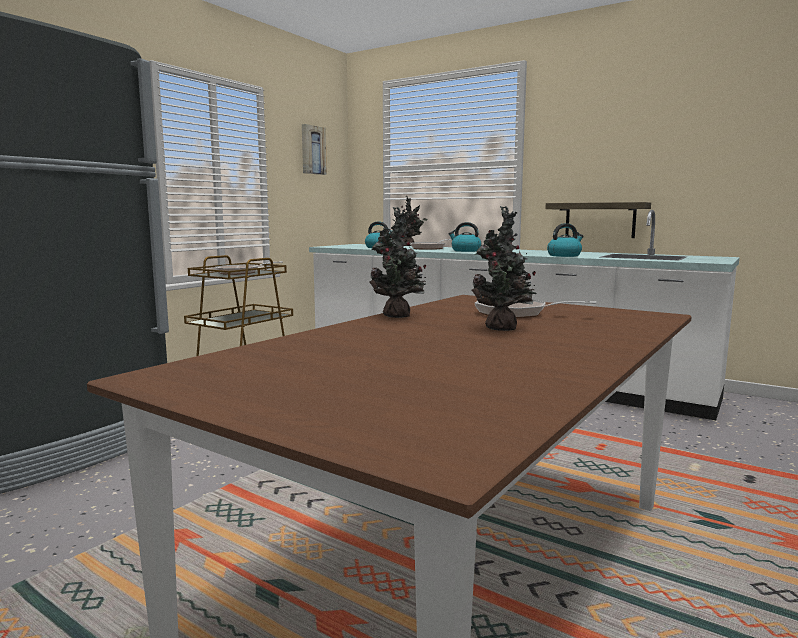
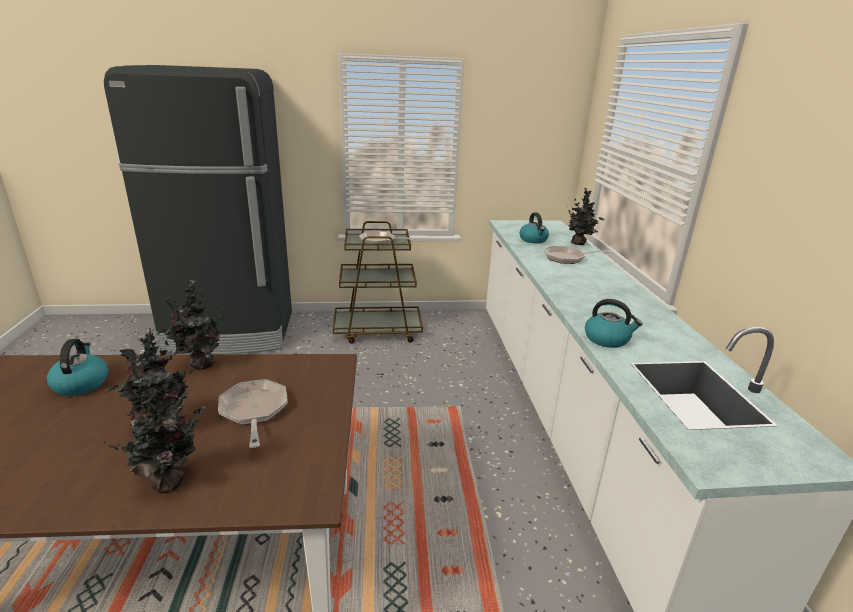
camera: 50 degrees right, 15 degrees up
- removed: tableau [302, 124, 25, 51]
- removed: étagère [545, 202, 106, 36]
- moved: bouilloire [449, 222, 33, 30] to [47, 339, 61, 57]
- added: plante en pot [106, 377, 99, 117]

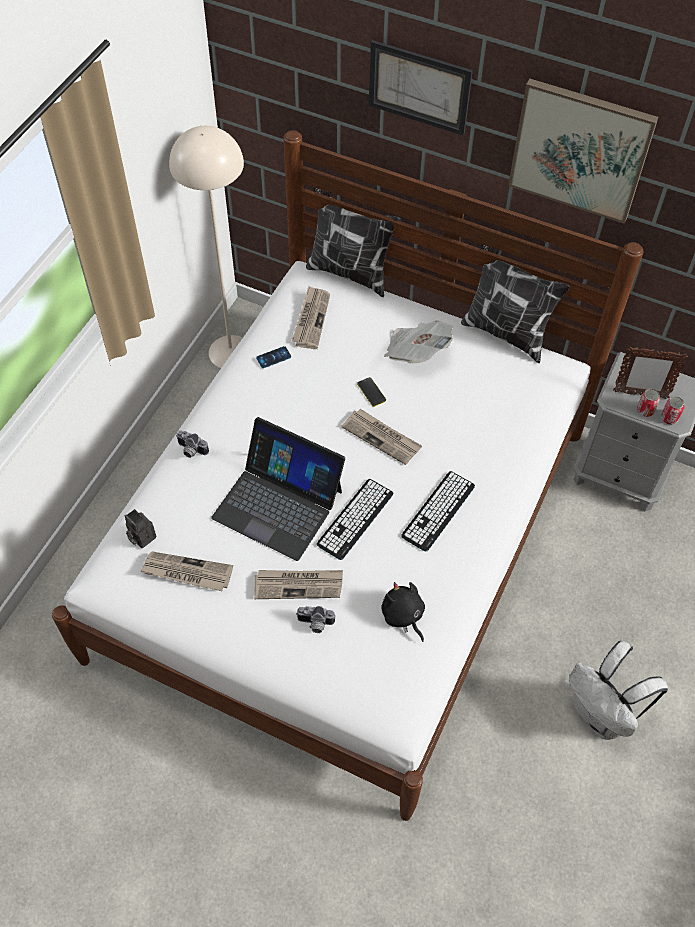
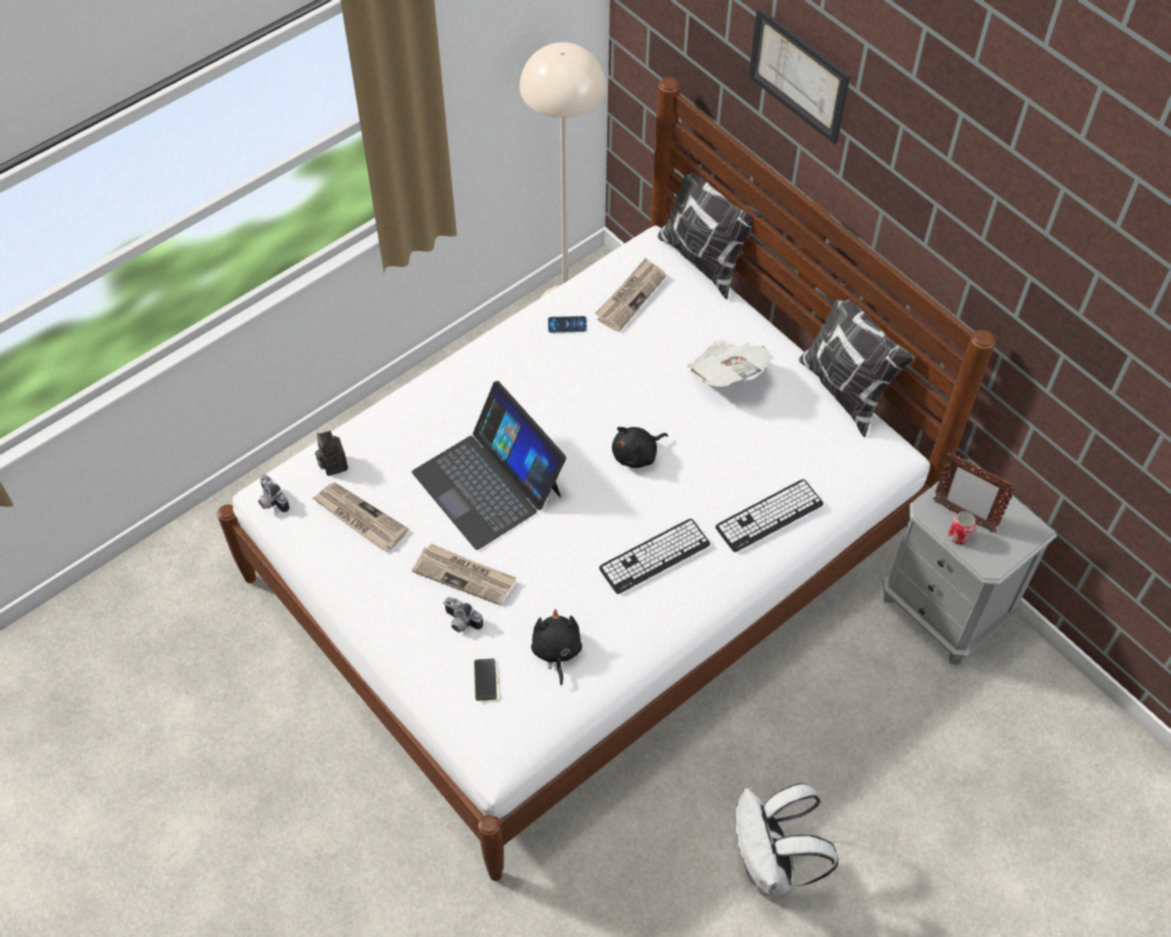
camera: 25 degrees right, 0 degrees up
- removed: tableau [508, 79, 150, 145]
- moved: téléphone [357, 377, 29, 30] to [474, 659, 23, 42]
- removed: boîte métallique [661, 396, 24, 29]
- replaced: journal [341, 409, 81, 56] to peluche [noir] [612, 427, 56, 41]
- moved: appareil photo [176, 430, 33, 28] to [258, 474, 32, 39]
- moved: clavier [317, 479, 77, 81] to [716, 479, 107, 73]

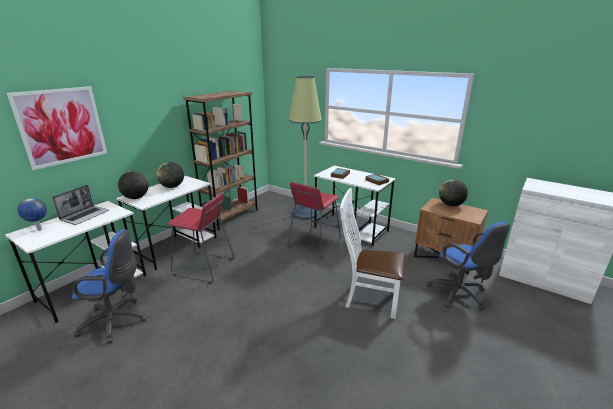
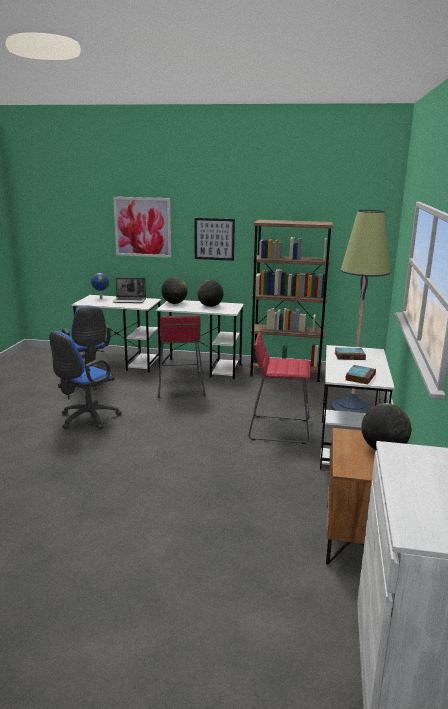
camera: 65 degrees right, 5 degrees down
- removed: chaise [blanc] [340, 188, 65, 131]
- moved: chaise de bureau [bleu] [427, 222, 83, 89] to [49, 331, 72, 99]
- added: tableau [194, 218, 41, 43]

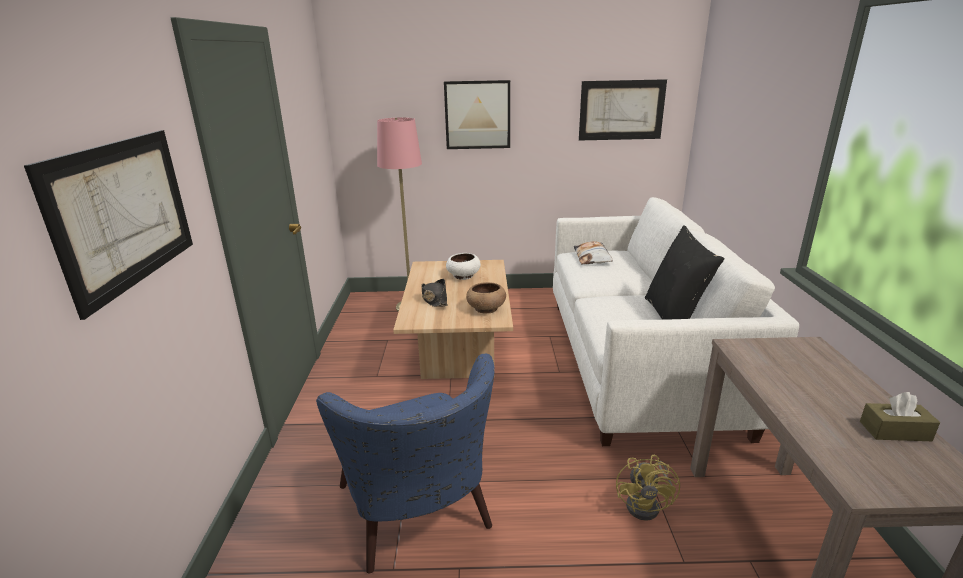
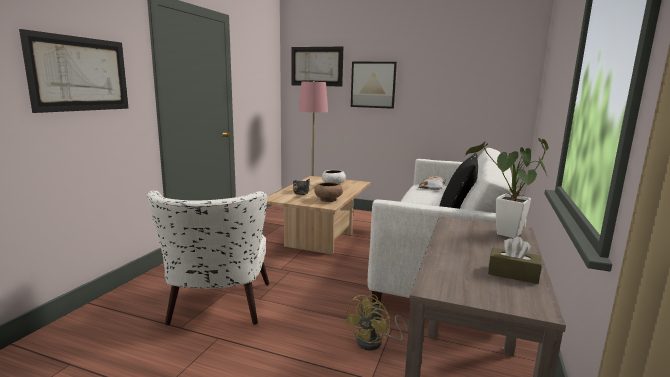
camera: 20 degrees right, 10 degrees down
- moved: tableau [579, 79, 88, 61] to [291, 47, 52, 40]
- recoloured: fauteuil [bleu] [316, 354, 179, 219] to fauteuil [blanc] [147, 190, 122, 135]
- added: plante en pot [465, 138, 84, 100]

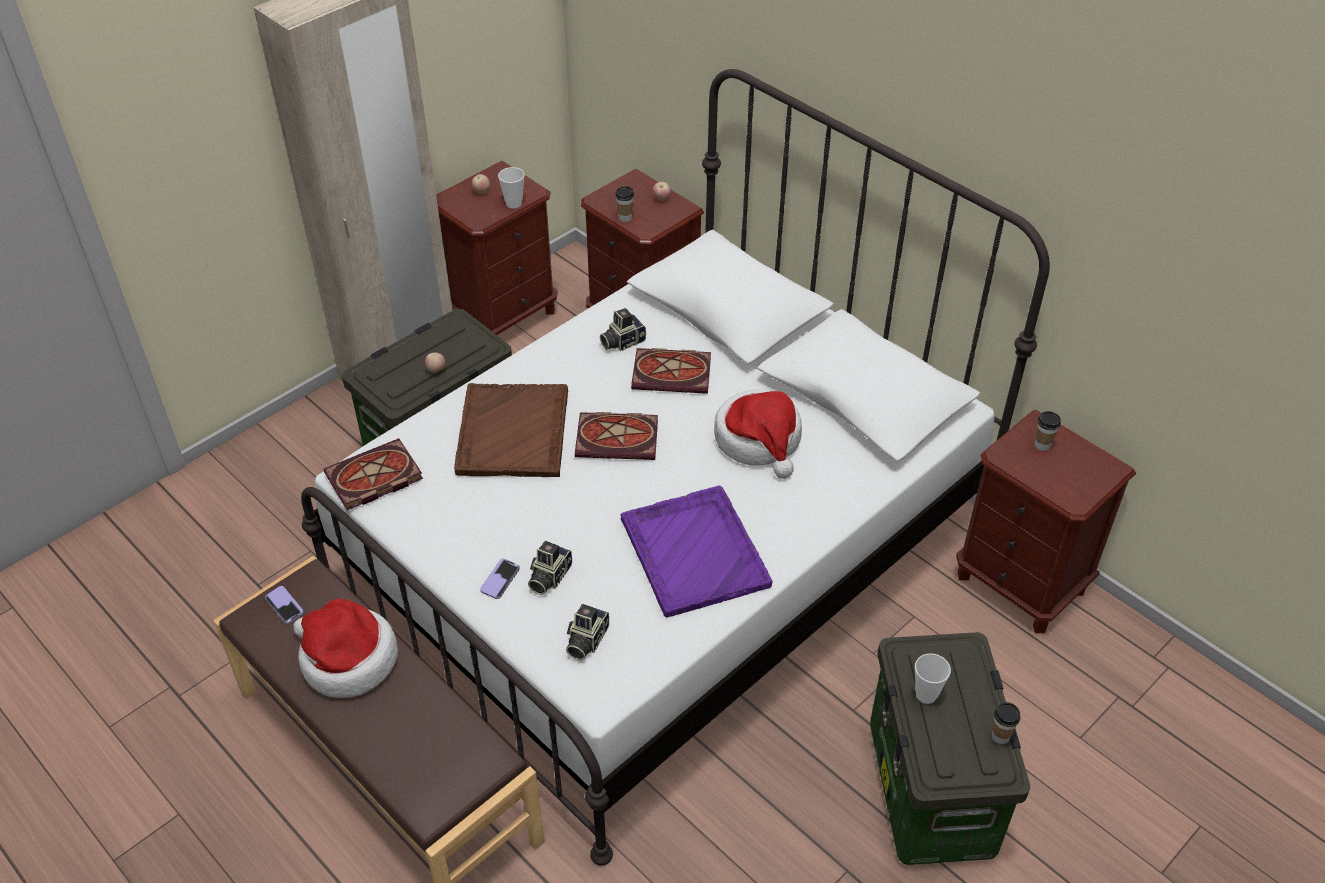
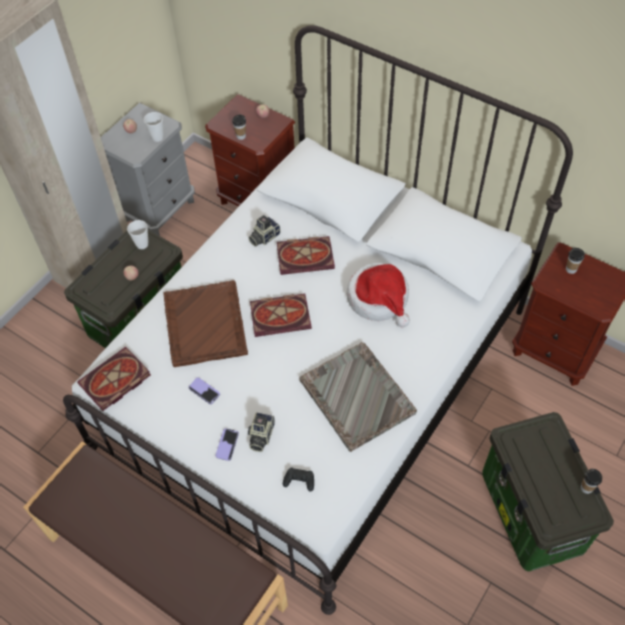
camera: 10 degrees left, 10 degrees up
- recoloured: table de chevet [marron] [436, 161, 122, 174] to table de chevet [gris] [101, 103, 94, 133]
- recoloured: plateau [violet] [620, 486, 153, 132] to plateau [gris] [299, 342, 118, 110]
- moved: téléphone [265, 586, 39, 38] to [189, 378, 31, 26]
- removed: chapeau [293, 599, 105, 99]
- replaced: appareil photo [566, 604, 43, 56] to manette [noir] [283, 468, 31, 24]
- moved: tasse [915, 653, 36, 51] to [127, 220, 21, 29]

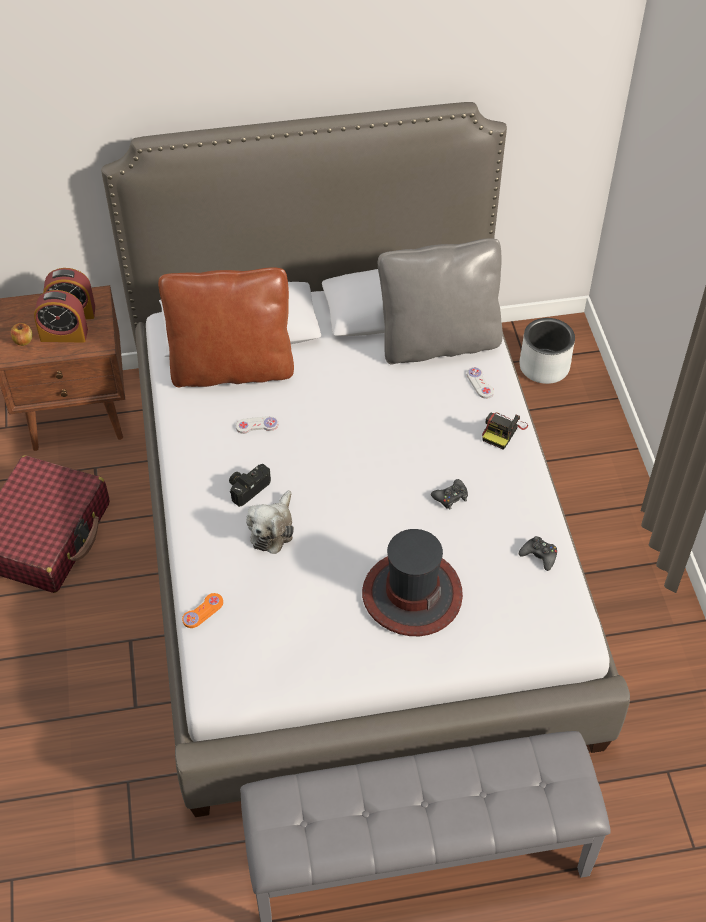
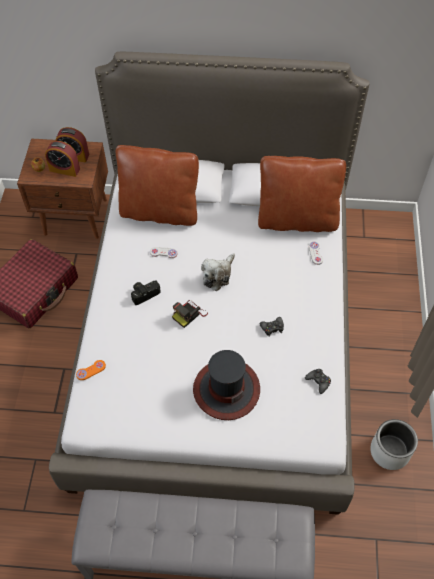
camera: 15 degrees right, 5 degrees up
- recoloured: coussin [gris] [378, 238, 125, 127] to coussin [marron] [258, 156, 88, 76]
- moved: cache-pot [gris] [519, 318, 56, 66] to [370, 419, 48, 51]
- moved: appareil photo [482, 413, 46, 37] to [172, 300, 36, 28]
- moved: peluche [246, 490, 48, 64] to [201, 253, 34, 38]

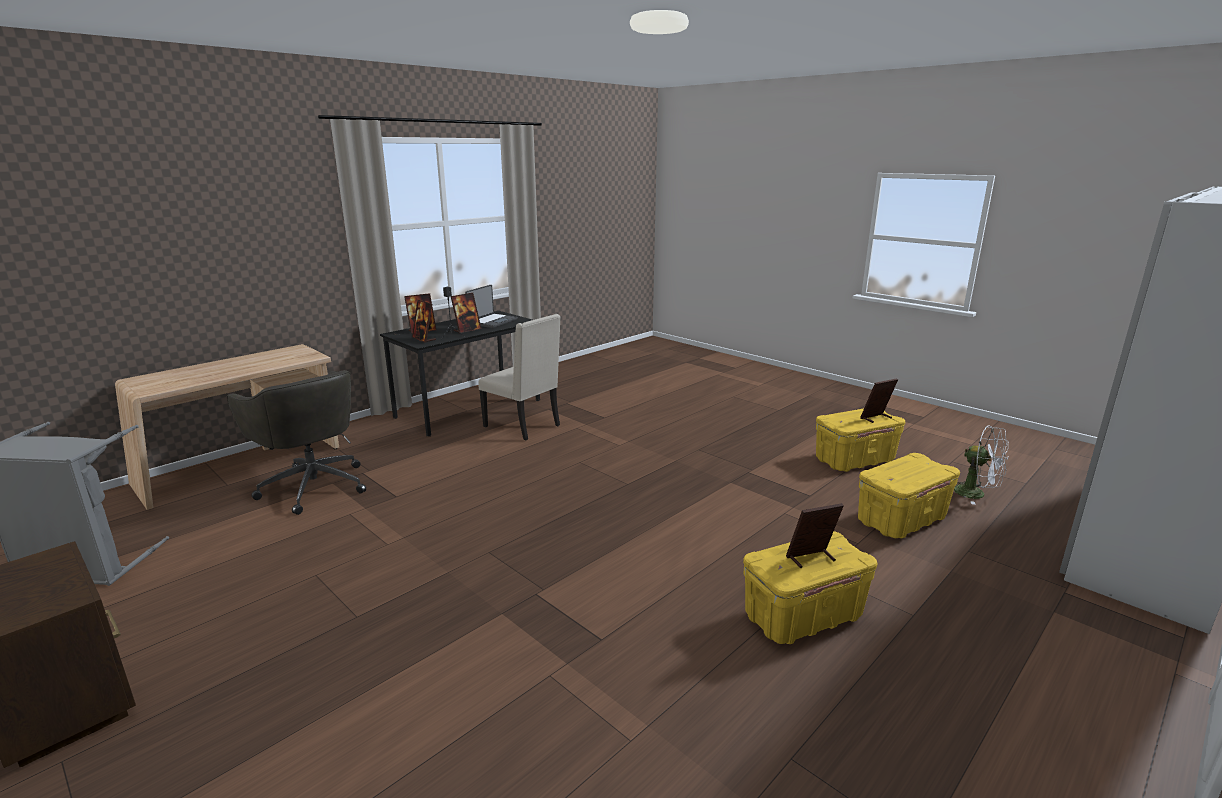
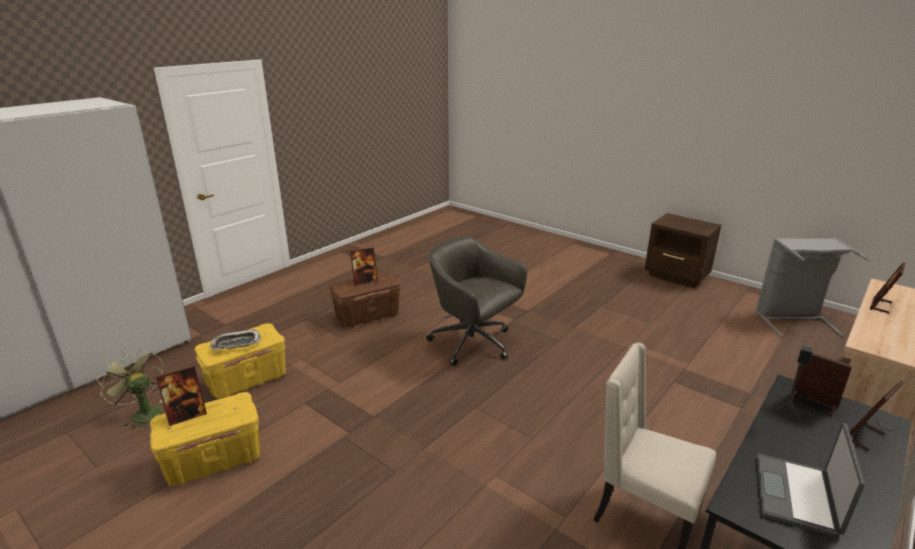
camera: 175 degrees right, 5 degrees up
- moved: cadre photo [451, 293, 30, 40] to [870, 262, 36, 51]
- moved: chaise de bureau [gris] [227, 370, 139, 145] to [426, 237, 101, 129]
- recoloured: ventilateur [blanc] [954, 425, 55, 80] to ventilateur [vert] [98, 347, 65, 82]
- recoloured: boîte de rangement [jaune] [743, 531, 134, 113] to boîte de rangement [marron] [329, 271, 72, 56]
- added: plateau [210, 329, 51, 21]

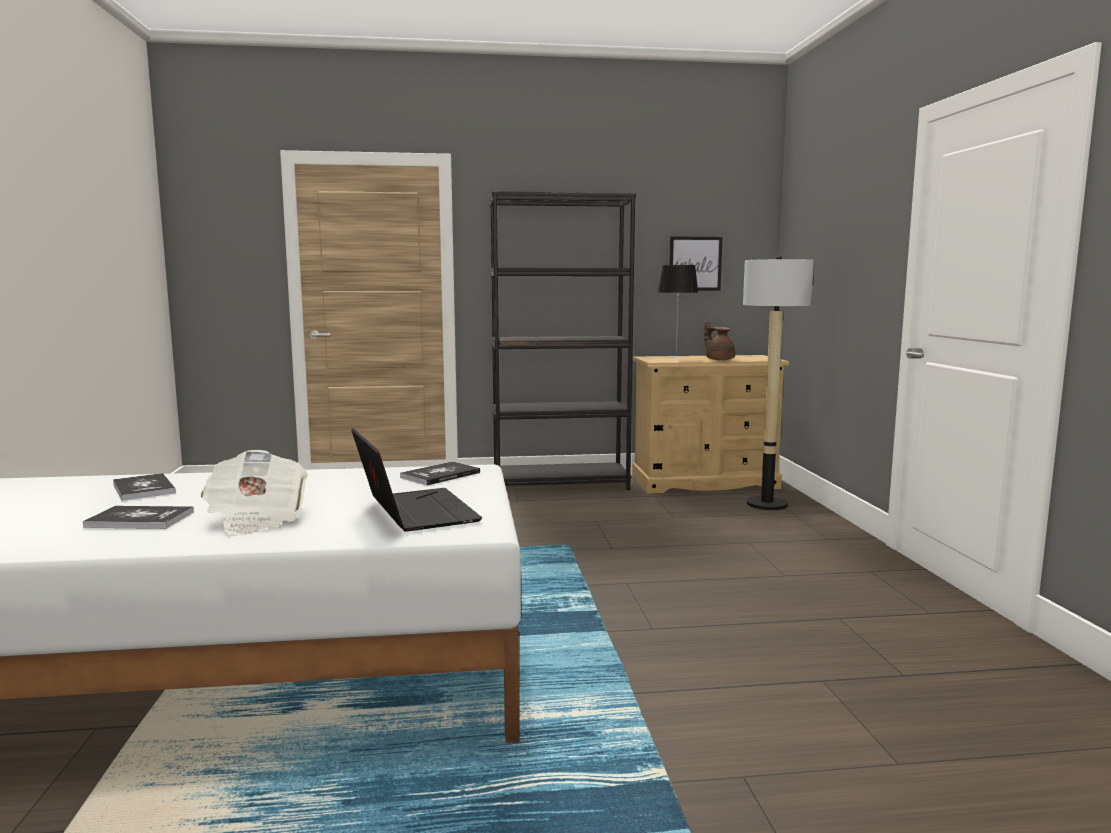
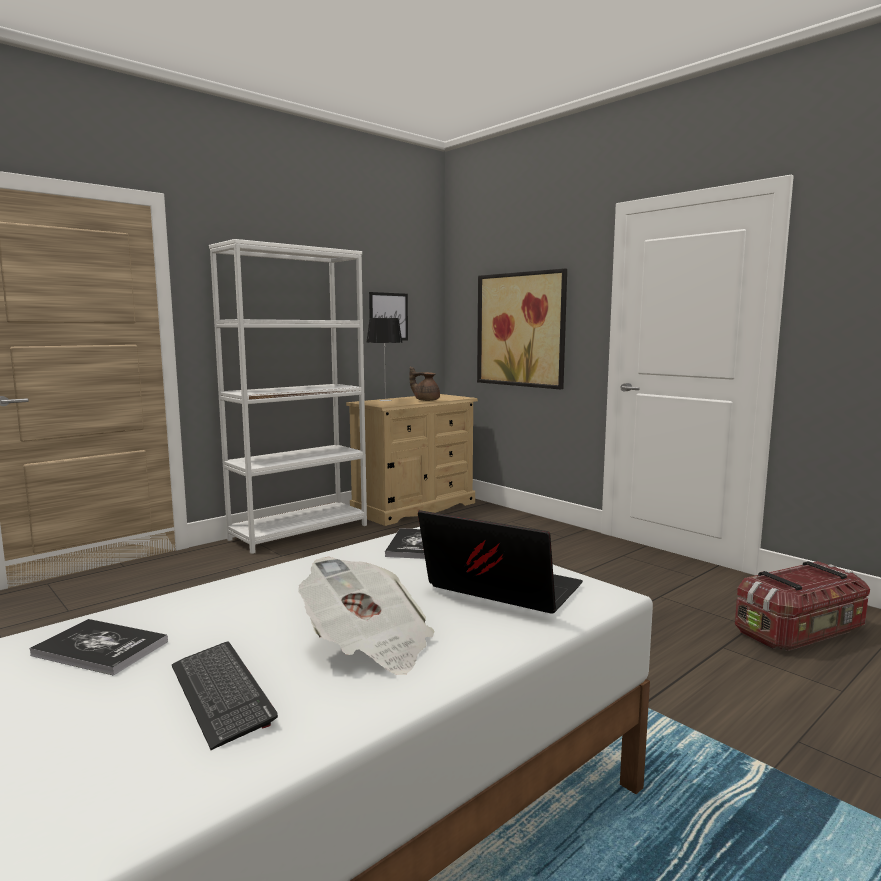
camera: 35 degrees left, 0 degrees up
- recoloured: bibliothèque [noir] [490, 191, 146, 299] to bibliothèque [blanc] [209, 239, 158, 315]
- removed: lampadaire [743, 256, 71, 254]
- replaced: livre [82, 506, 112, 23] to clavier [172, 641, 106, 109]
- added: tableau [477, 268, 90, 121]
- added: boîte de rangement [735, 561, 135, 90]

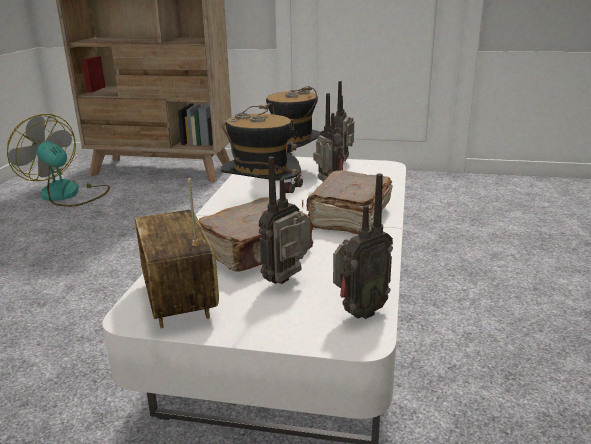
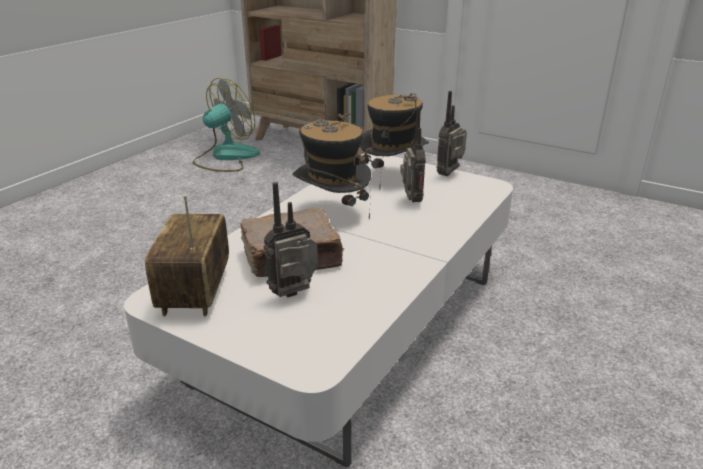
camera: 20 degrees right, 5 degrees up
- turned: ventilateur [7, 114, 103, 93] = [193, 78, 67, 94] 75 degrees clockwise
- removed: livre [marron] [306, 170, 87, 65]
- removed: radio [333, 174, 60, 145]

